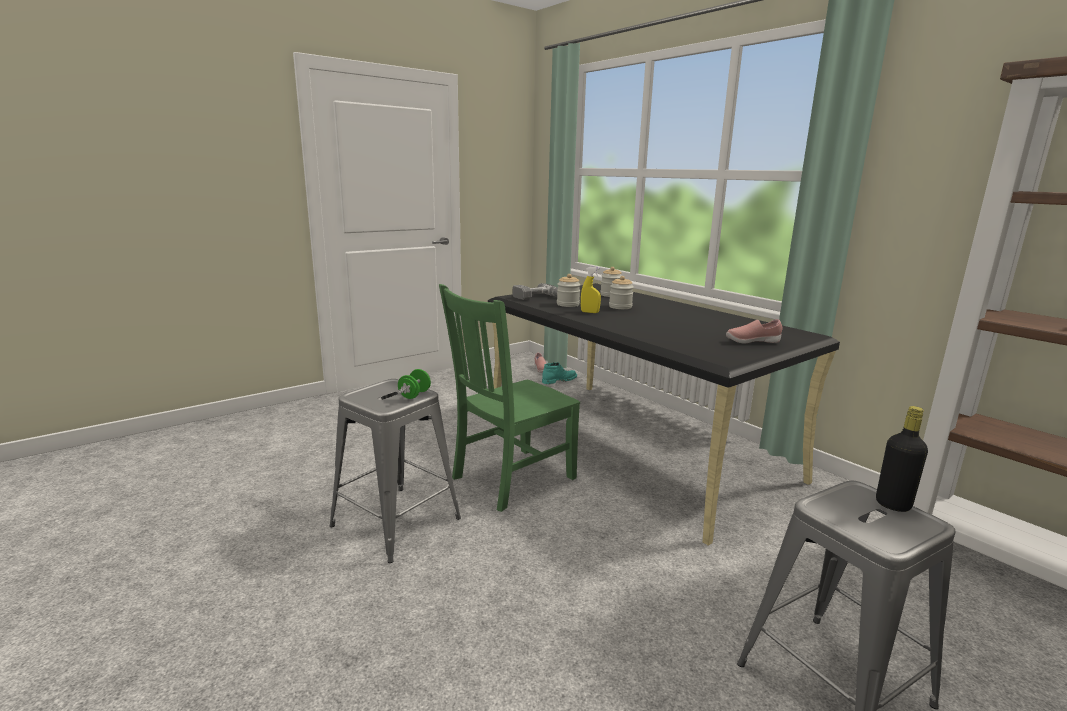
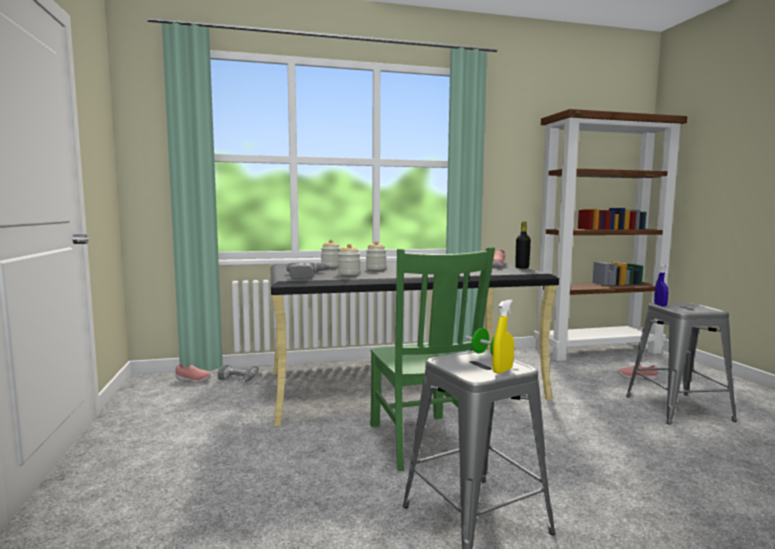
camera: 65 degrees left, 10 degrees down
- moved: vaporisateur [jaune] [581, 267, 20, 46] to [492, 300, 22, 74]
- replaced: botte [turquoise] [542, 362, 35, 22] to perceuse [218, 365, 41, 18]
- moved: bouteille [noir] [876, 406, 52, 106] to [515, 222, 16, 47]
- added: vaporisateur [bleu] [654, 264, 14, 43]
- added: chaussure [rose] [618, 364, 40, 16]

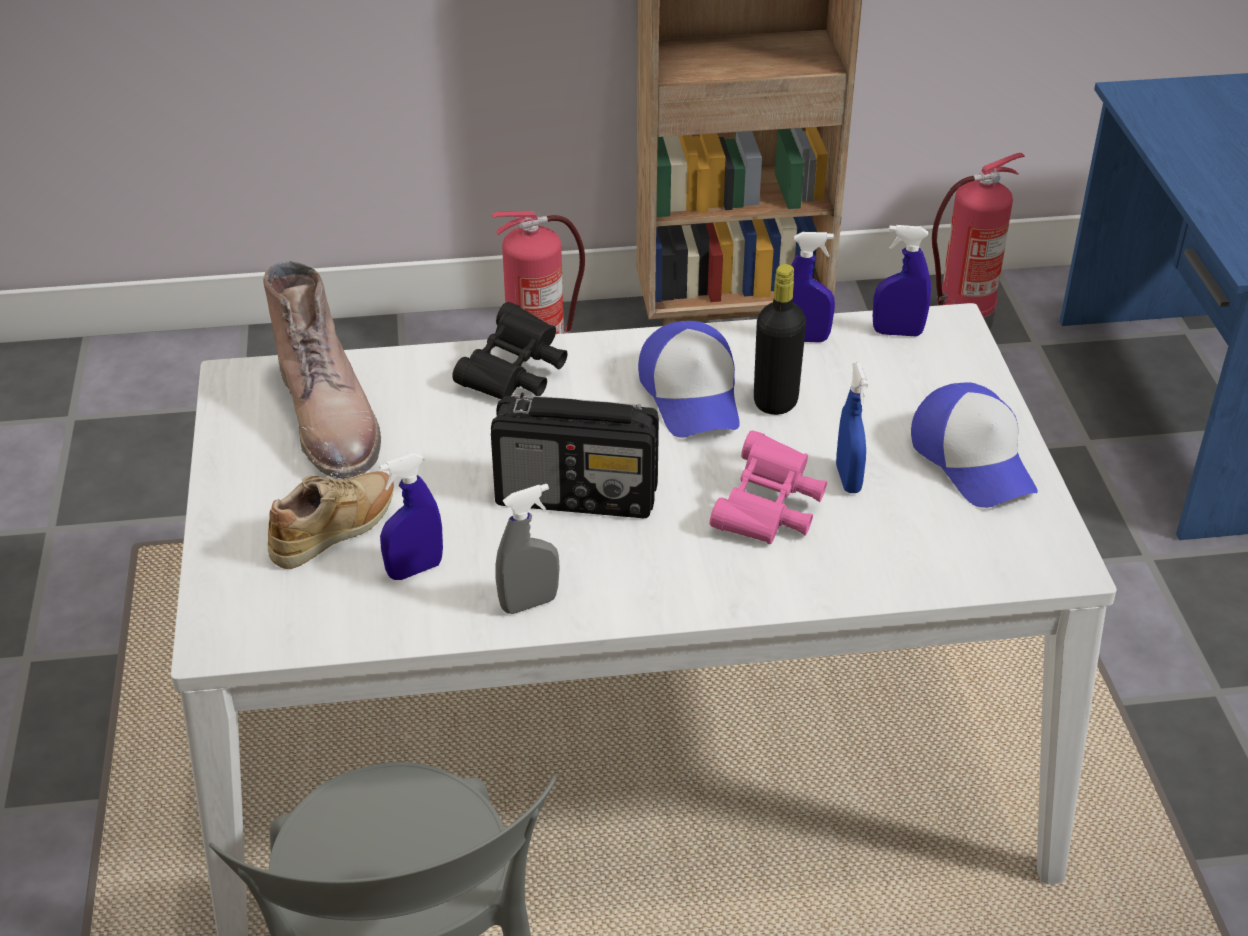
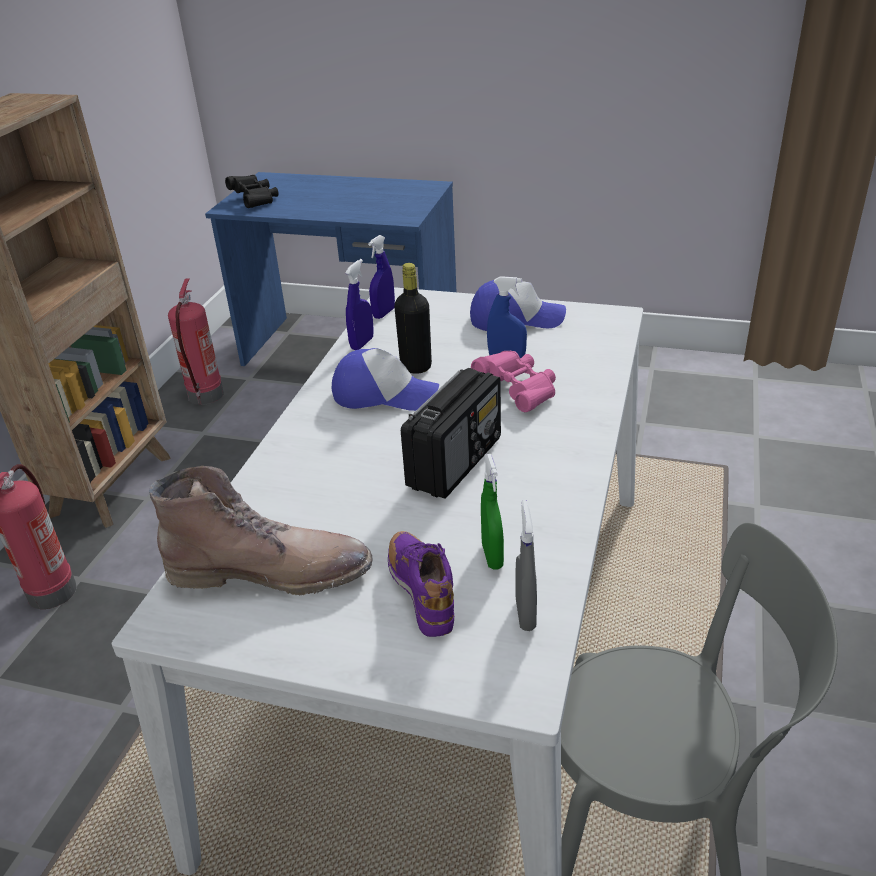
camera: 65 degrees left, 5 degrees down
- moved: jumelles [noir] [452, 302, 116, 97] to [225, 175, 53, 33]
- recoloured: vaporisateur [bleu] [379, 453, 64, 127] to vaporisateur [vert] [481, 454, 23, 116]
- recoloured: chaussure [beige] [268, 471, 126, 98] to chaussure [violet] [388, 531, 66, 106]
- moved: vaporisateur [gris] [496, 484, 64, 130] to [515, 500, 22, 131]

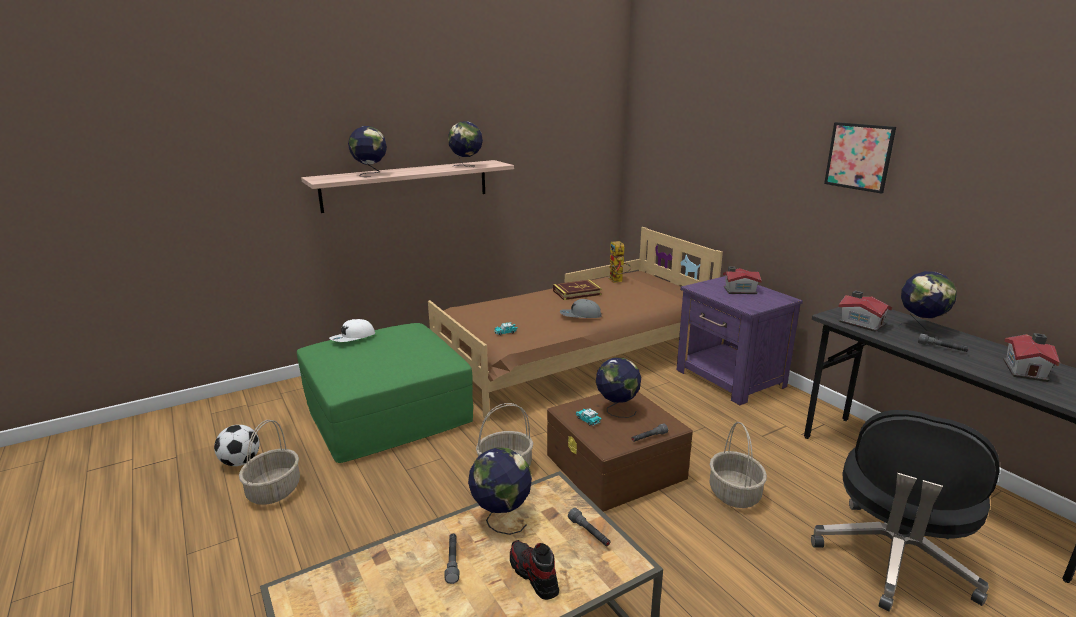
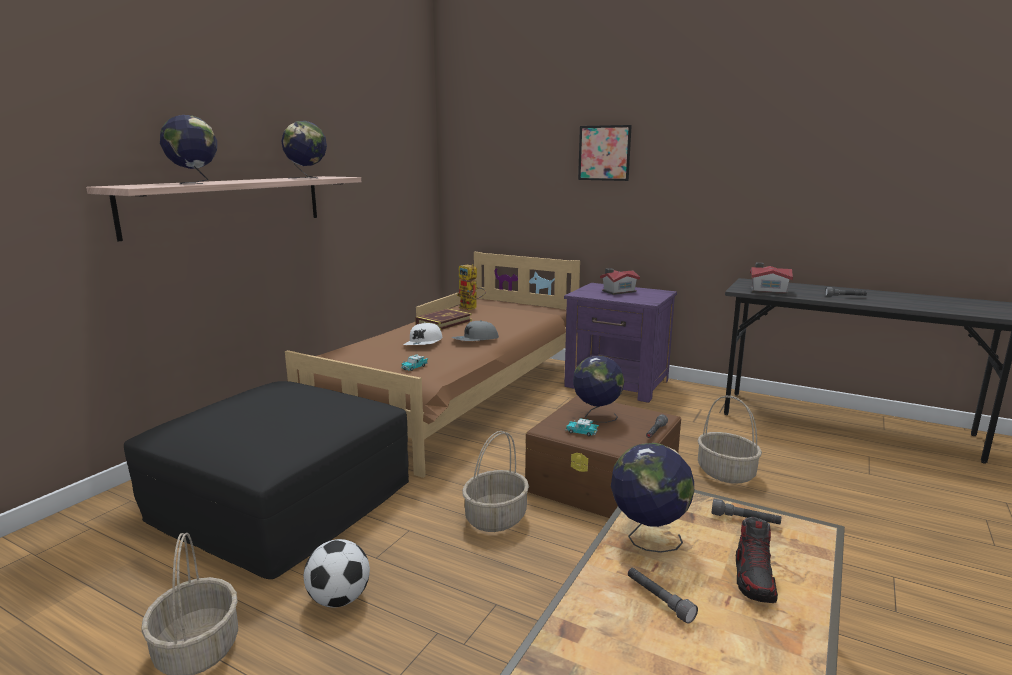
camera: 30 degrees left, 5 degrees down
- moved: tableau [824, 122, 72, 72] to [578, 125, 54, 56]
- removed: globe [898, 271, 59, 60]
- moved: casquette [blanc] [329, 319, 46, 23] to [403, 323, 40, 22]
- recoloured: pouf [vert] [297, 323, 176, 140] to pouf [noir] [124, 381, 285, 198]
- removed: maison miniature [1003, 333, 57, 49]
- removed: chaise de bureau [noir] [811, 410, 189, 202]
- moved: ballon de foot [214, 425, 46, 41] to [304, 539, 66, 69]
- turned: chaussure [510, 540, 49, 60] = [736, 517, 42, 86] 105 degrees counterclockwise

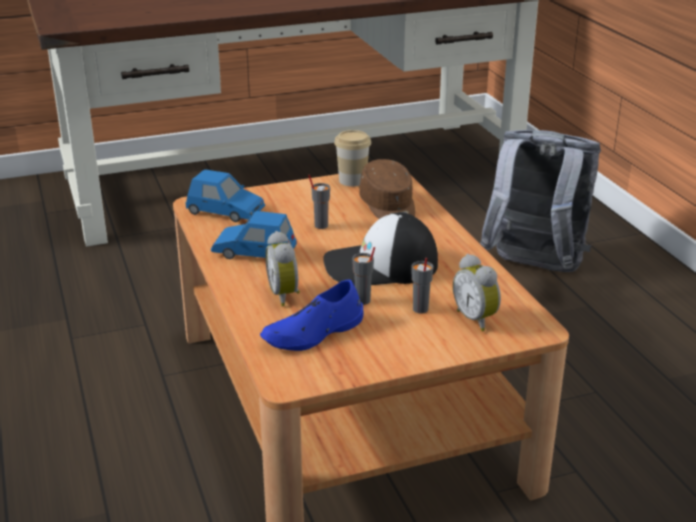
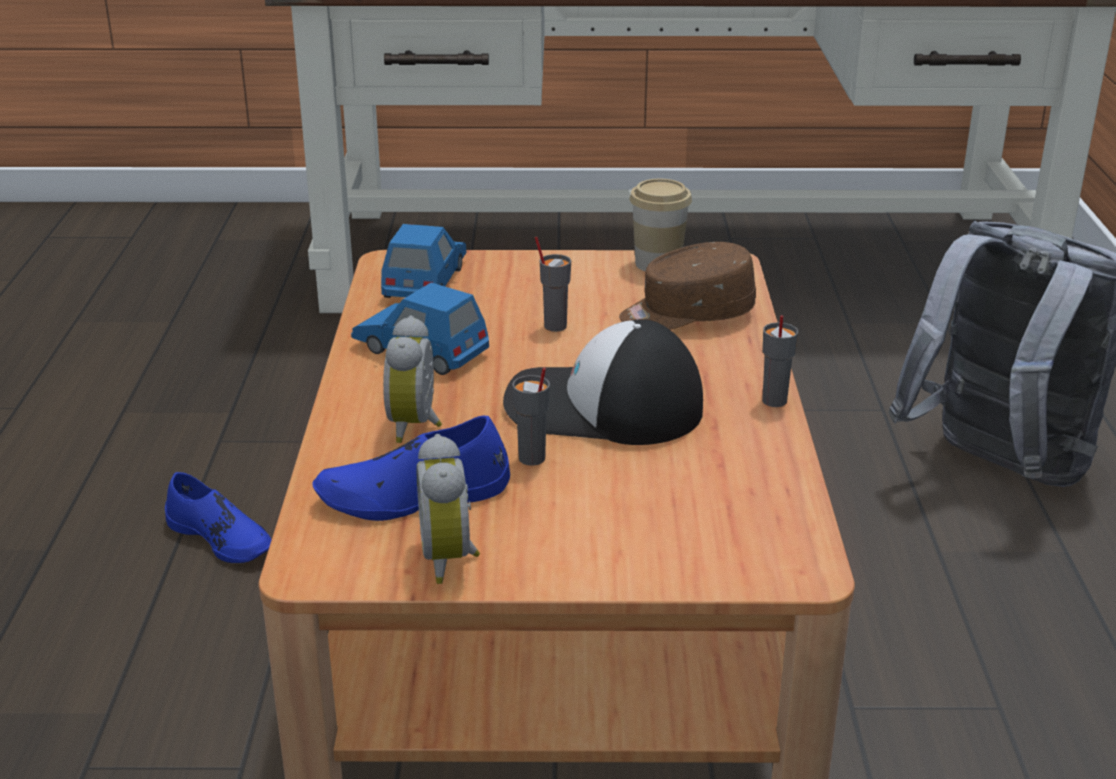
camera: 20 degrees right, 0 degrees up
- turned: casquette [marron] [359, 159, 56, 60] = [619, 242, 137, 88] 75 degrees clockwise
- turned: petite voiture [bleu] [185, 169, 80, 53] = [381, 224, 85, 74] 120 degrees counterclockwise
- moved: réveil [453, 254, 48, 78] to [416, 434, 64, 150]
- moved: tasse [gris] [412, 258, 22, 56] to [762, 315, 36, 92]
- added: chaussure [bleu] [165, 472, 106, 91]

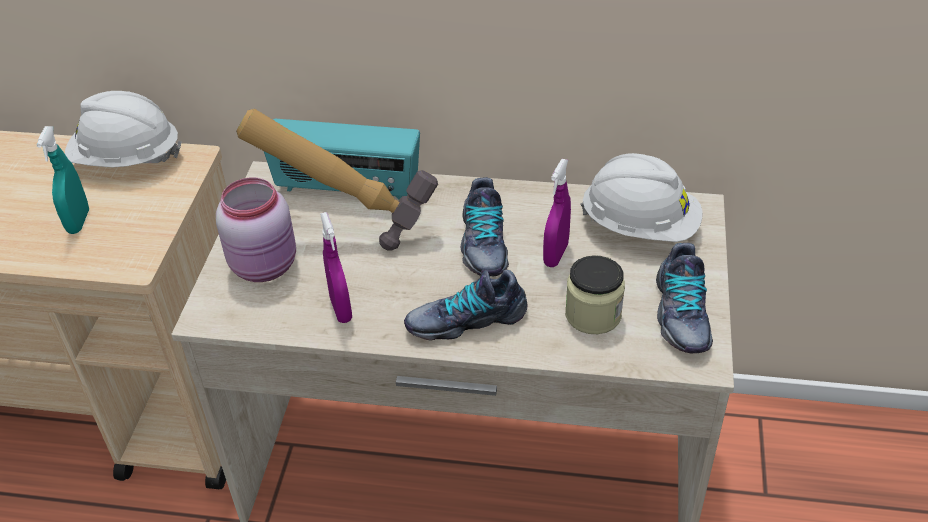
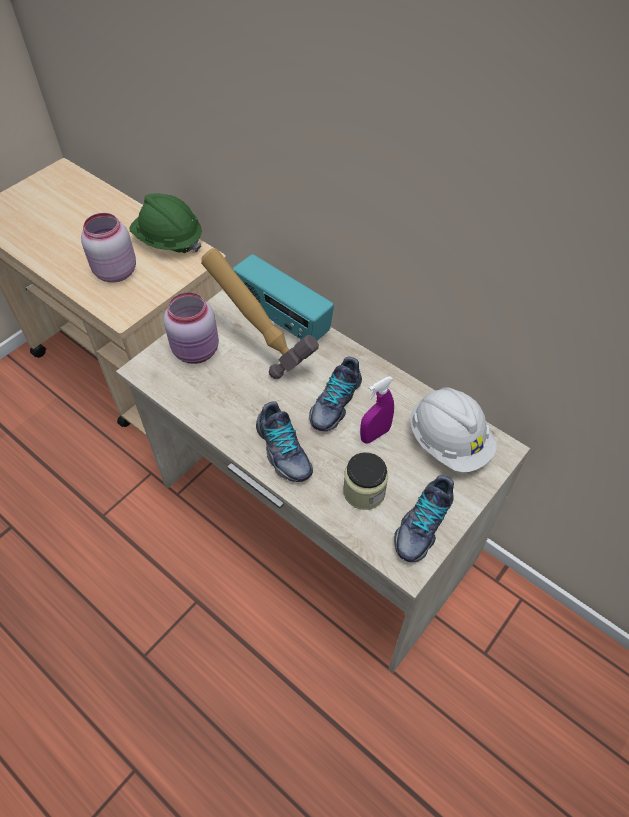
camera: 30 degrees right, 10 degrees up
- recoloured: casque de chantier [blanc] [65, 91, 117, 77] to casque de chantier [vert] [129, 193, 73, 60]
- replaced: vaporisateur [turquoise] [37, 126, 52, 108] to bocal [rose] [81, 213, 55, 70]
- removed: vaporisateur [violet] [320, 212, 32, 111]
- turned: chaussure [404, 270, 124, 71] = [256, 401, 57, 81] 135 degrees counterclockwise

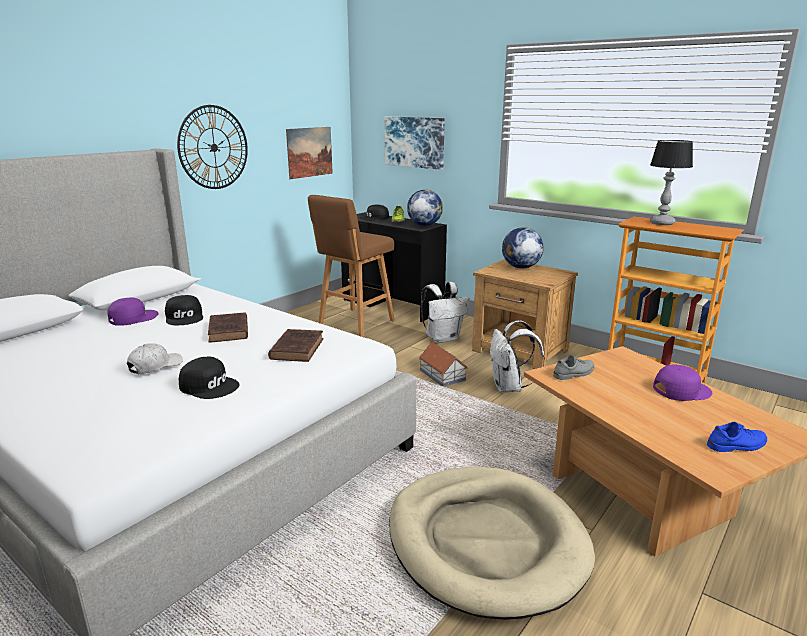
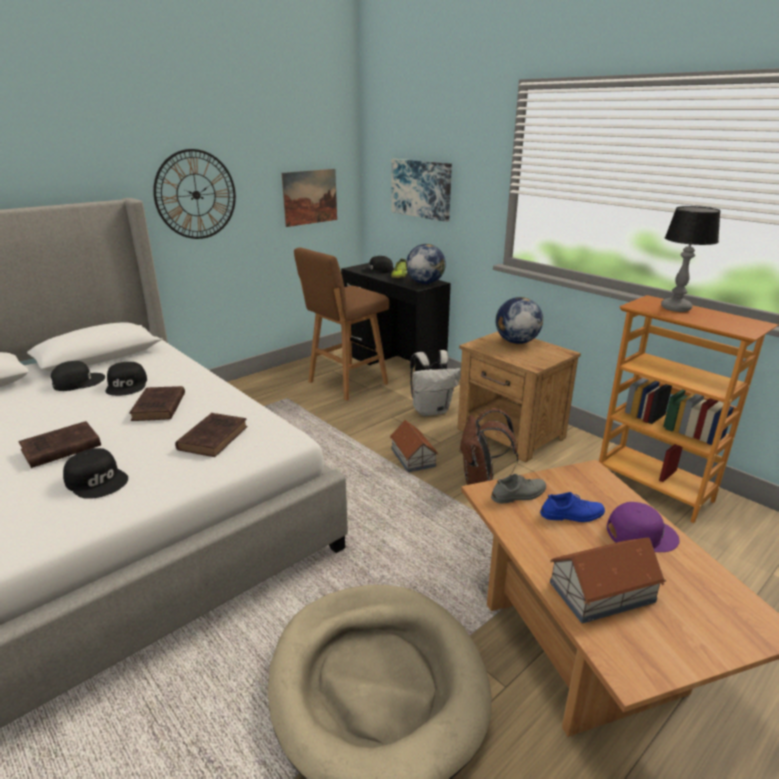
camera: 10 degrees right, 5 degrees up
- recoloured: casquette [violet] [107, 298, 52, 28] to casquette [noir] [51, 361, 54, 30]
- recoloured: sac à dos [blanc] [490, 320, 55, 73] to sac à dos [marron] [459, 408, 59, 77]
- replaced: casquette [blanc] [127, 343, 56, 31] to livre [marron] [18, 421, 83, 47]
- moved: chaussure [bleu] [707, 422, 60, 30] to [540, 492, 65, 30]
- added: maison miniature [550, 538, 116, 86]

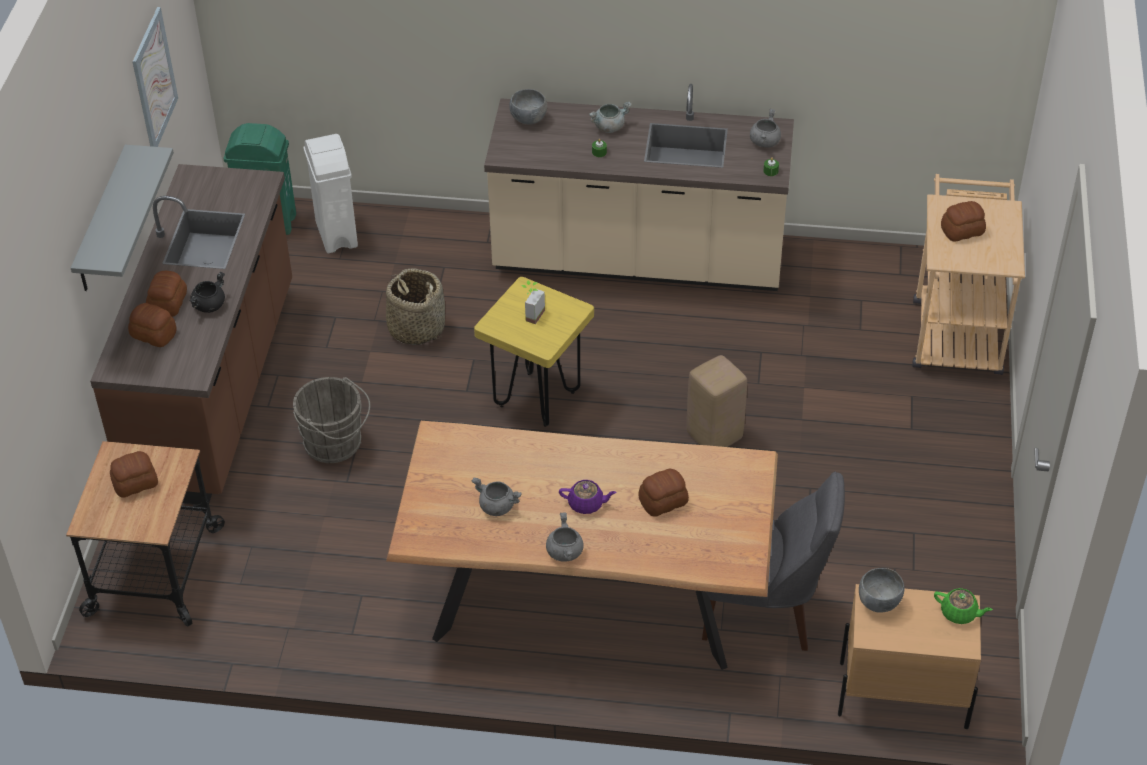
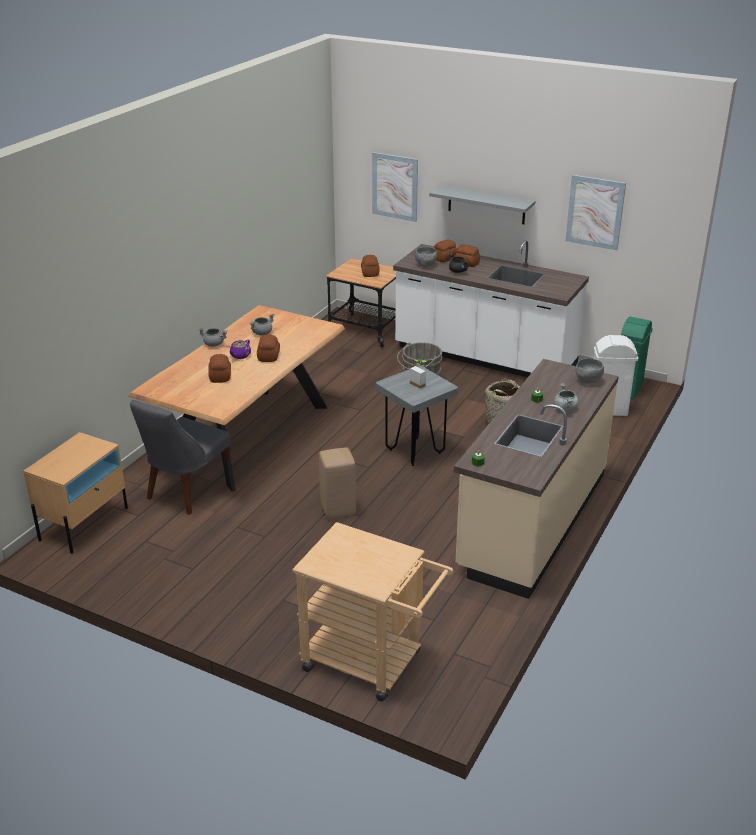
camera: 110 degrees right, 15 degrees down
- removed: marmite [gris] [750, 109, 31, 39]
- recoloured: comptoir de cuisine [marron] [90, 164, 202, 340] to comptoir de cuisine [blanc] [393, 240, 196, 138]
- moved: pain [941, 201, 45, 40] to [257, 335, 23, 27]
- recoloured: tabouret [jaune] [474, 277, 120, 150] to tabouret [gris] [376, 366, 82, 100]
- moved: bol [gris] [859, 568, 46, 45] to [415, 247, 22, 20]
- removed: théière [vert] [934, 588, 59, 36]
- added: tableau [372, 152, 46, 70]

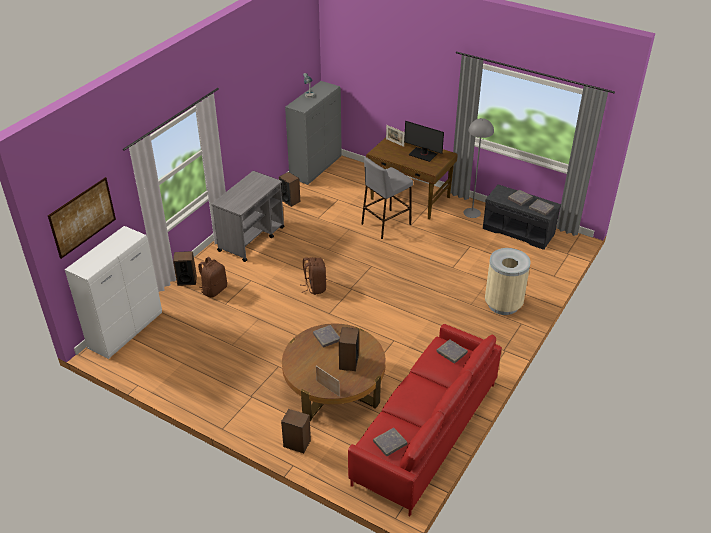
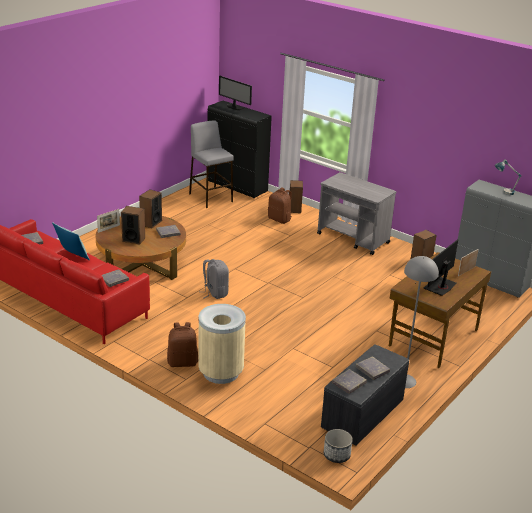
camera: 95 degrees right, 10 degrees down
- moved: tabouret [gris] [361, 157, 52, 82] to [189, 120, 45, 88]
- removed: tableau [48, 177, 68, 82]
- recoloured: meuble de rangement [blanc] [65, 226, 97, 133] to meuble de rangement [noir] [207, 101, 65, 97]
- moved: sac à dos [marron] [302, 257, 24, 38] to [167, 322, 31, 45]
- moved: enceinte [281, 409, 30, 44] to [139, 189, 23, 39]
- added: écran d'ordinateur [219, 76, 33, 34]
- added: coussin [52, 222, 38, 39]
- added: sac à dos [gris] [203, 259, 26, 40]
- added: cache-pot [324, 429, 29, 34]

